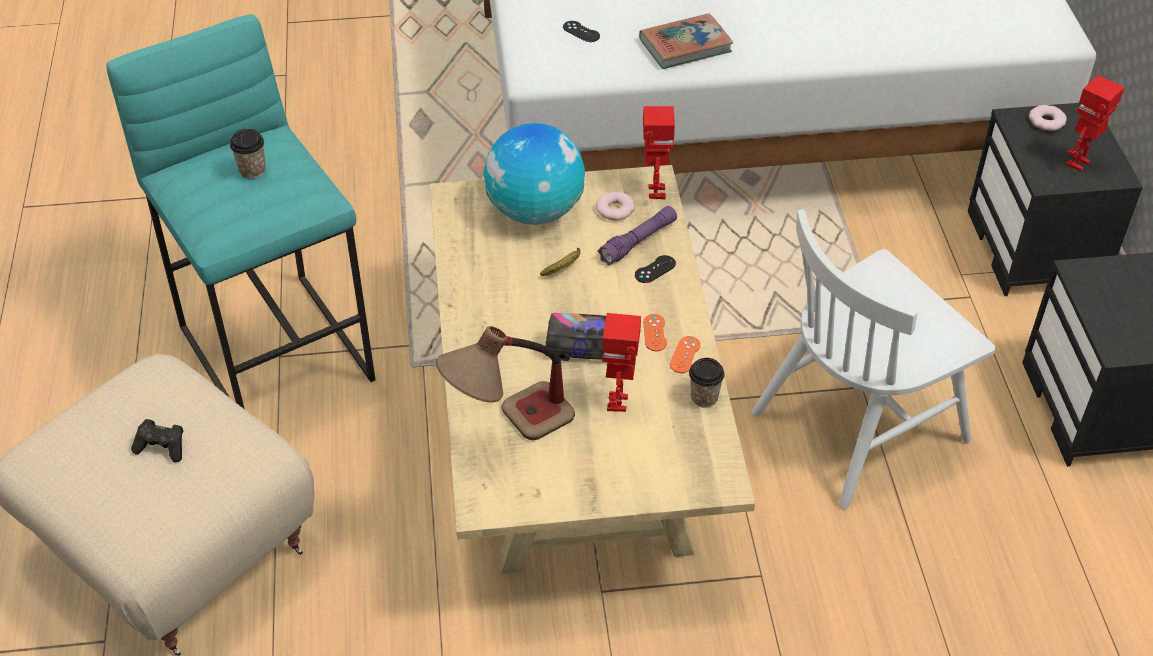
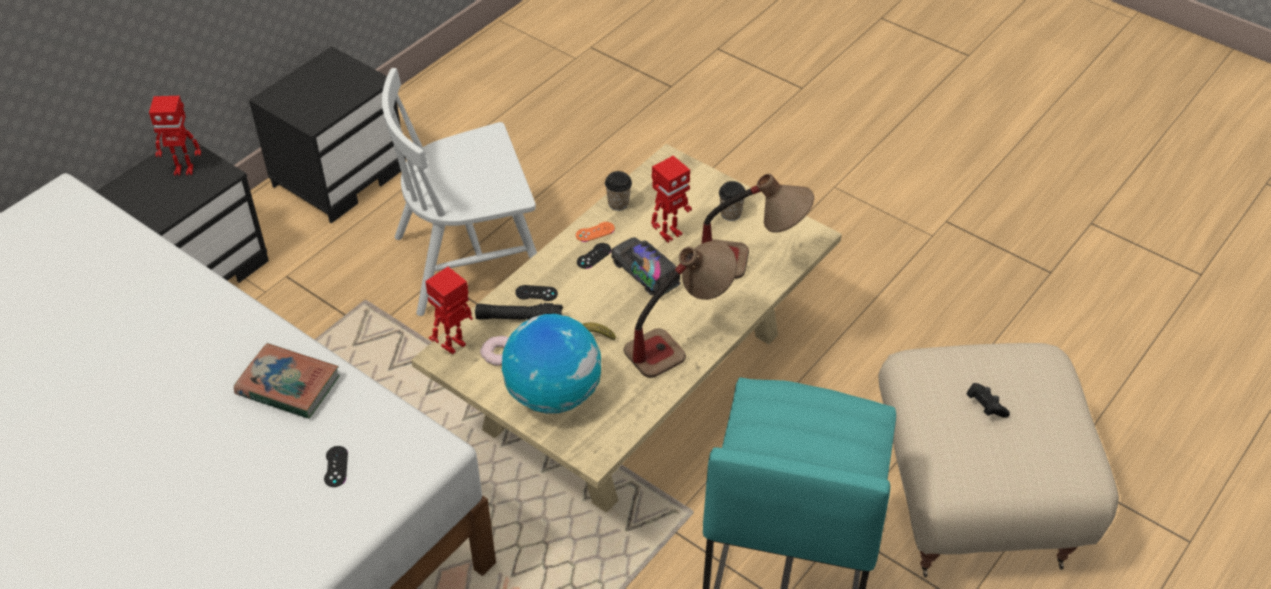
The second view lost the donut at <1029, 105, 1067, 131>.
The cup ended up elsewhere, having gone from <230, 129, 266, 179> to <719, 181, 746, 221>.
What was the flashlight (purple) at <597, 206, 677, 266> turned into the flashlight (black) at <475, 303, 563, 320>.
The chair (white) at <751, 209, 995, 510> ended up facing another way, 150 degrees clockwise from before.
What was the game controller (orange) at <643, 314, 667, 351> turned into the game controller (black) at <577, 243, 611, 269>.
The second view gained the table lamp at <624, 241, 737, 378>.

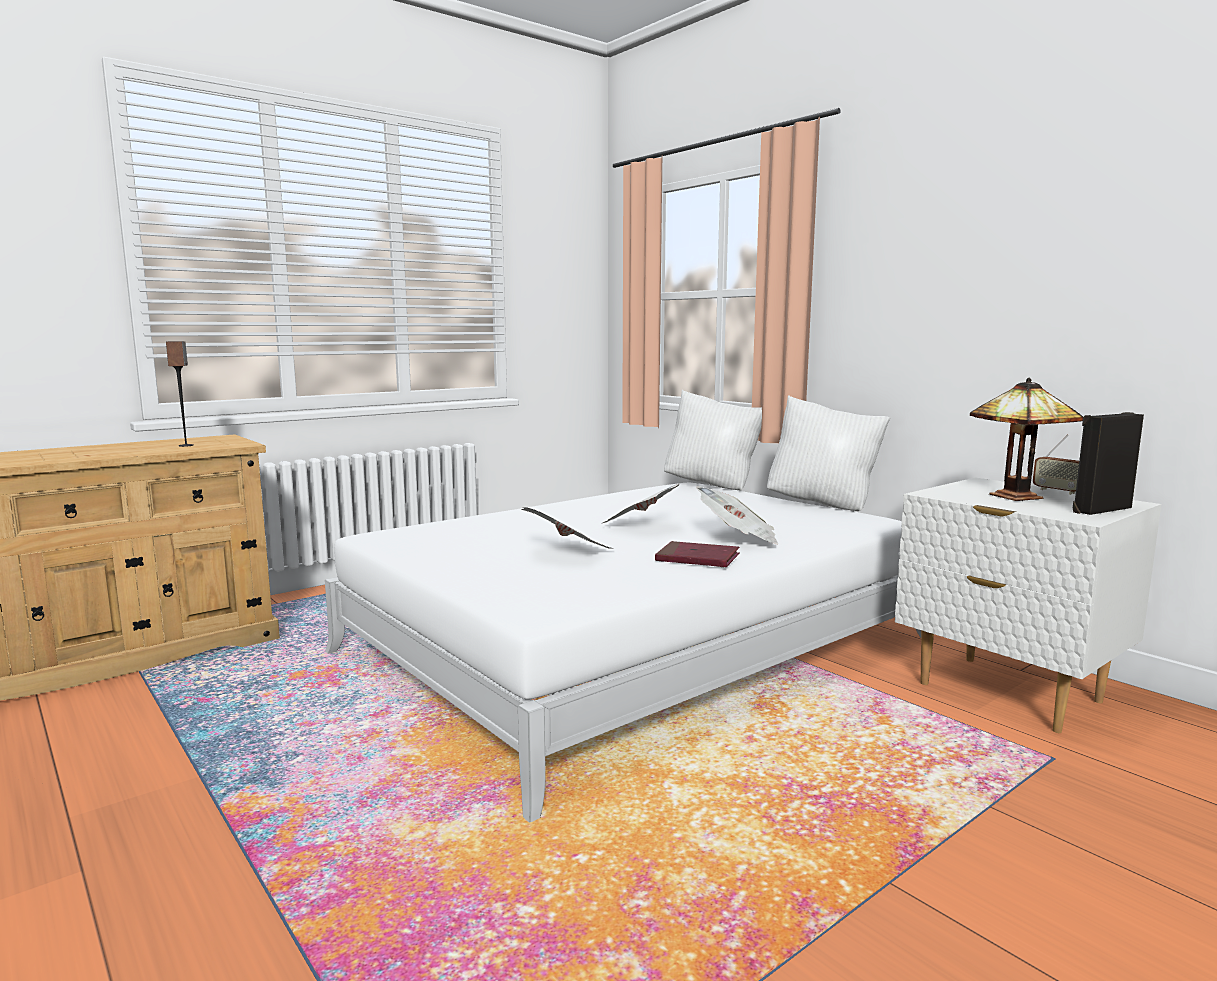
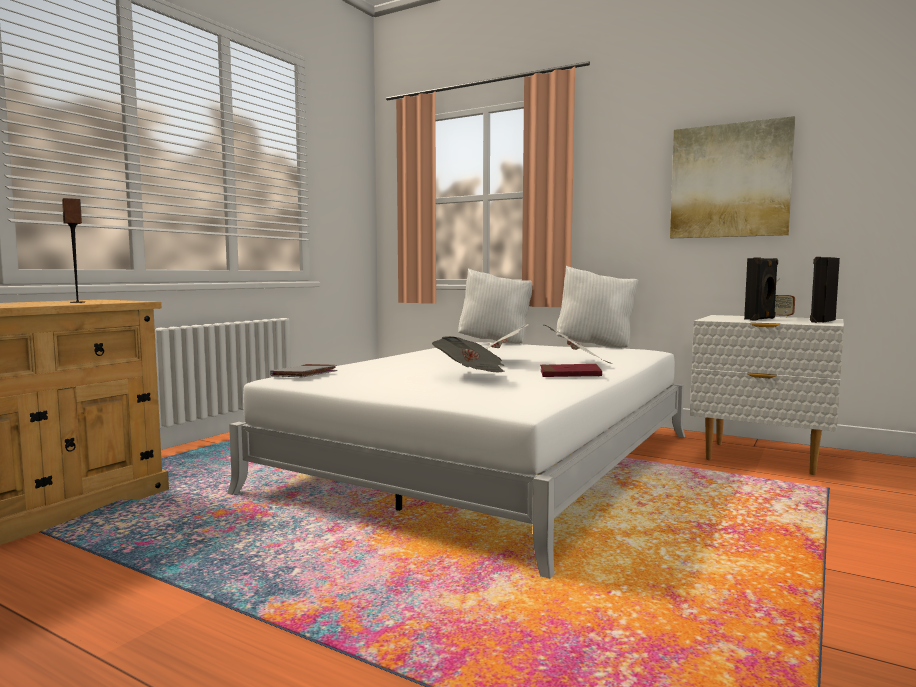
Where the table lamp stood at <970, 378, 1083, 501>, the speaker (black) came to stand at <744, 258, 778, 321>.
The second view gained the picture at <670, 116, 795, 238>.
The second view gained the book (grey) at <270, 364, 337, 377>.

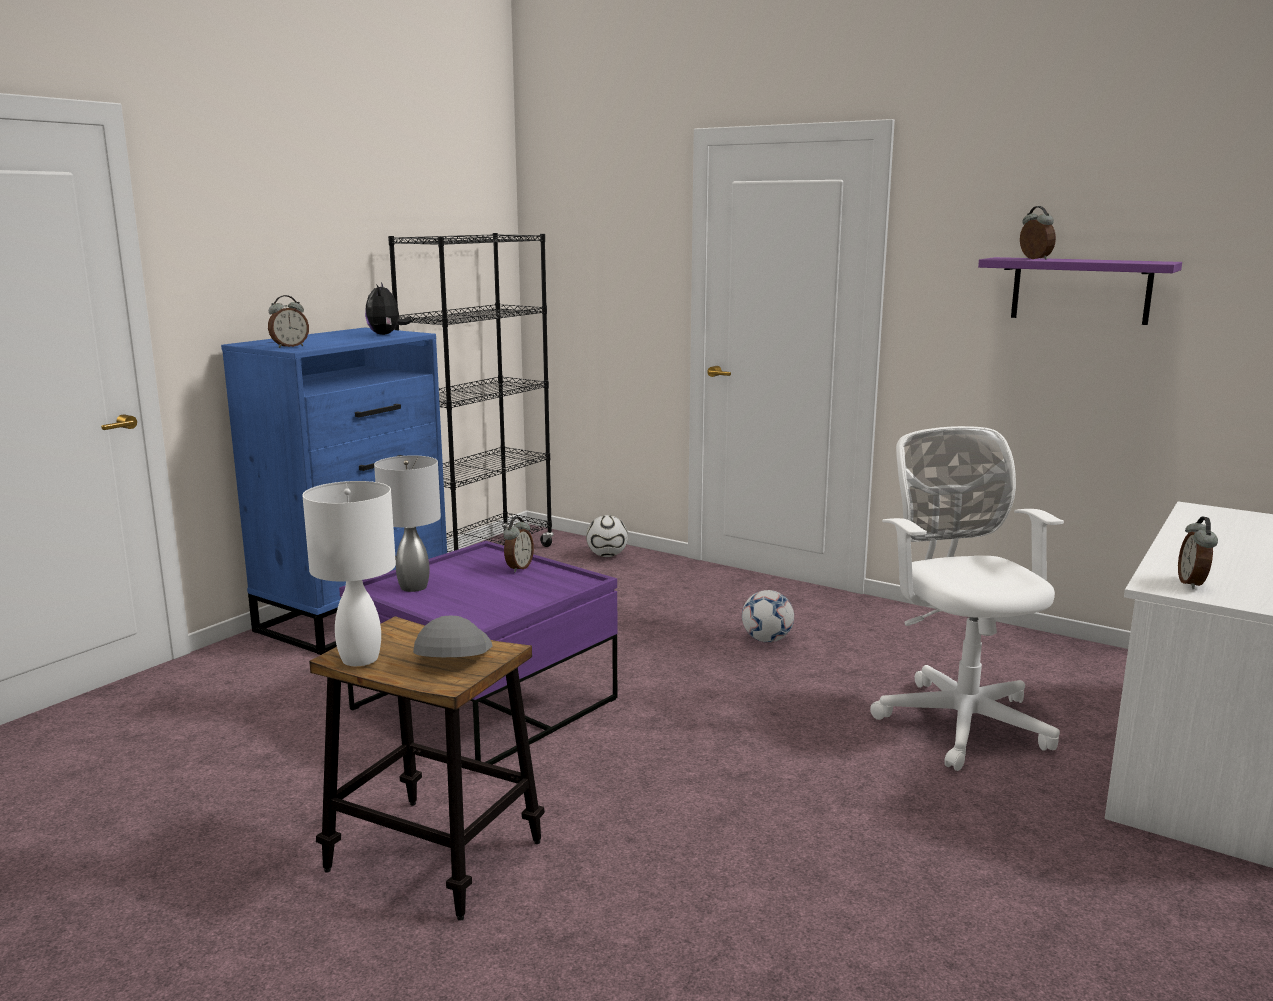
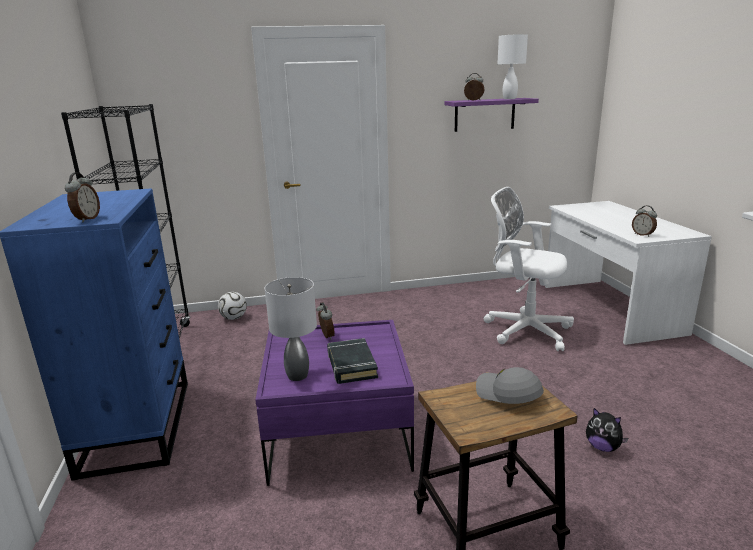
The plush toy ended up elsewhere, having gone from <365, 282, 412, 335> to <586, 408, 628, 452>.
The table lamp (white) ended up elsewhere, having gone from <302, 481, 396, 666> to <497, 34, 528, 99>.
The second view lost the football at <742, 590, 794, 642>.
The second view gained the book (black) at <327, 338, 378, 384>.

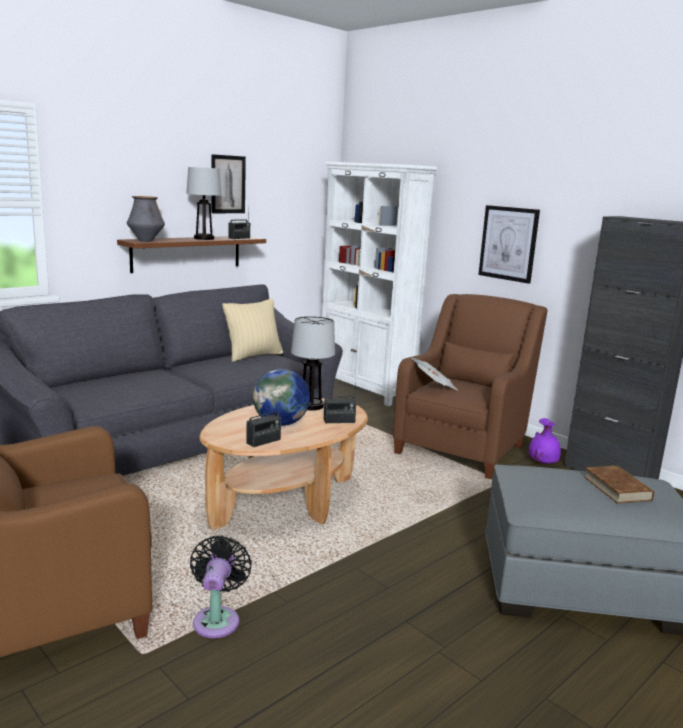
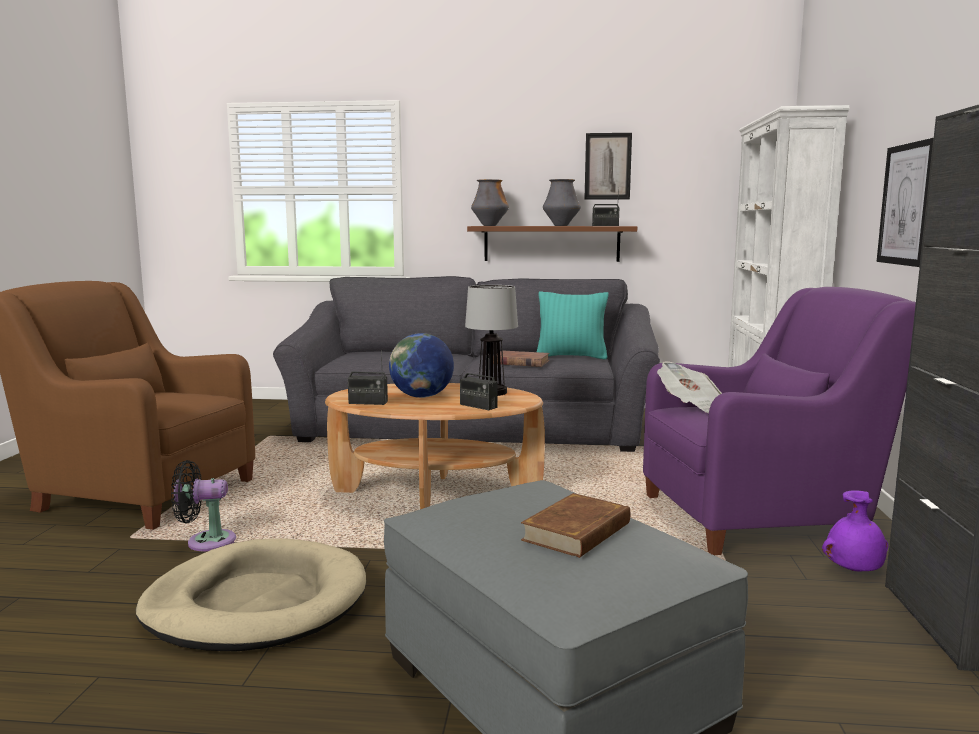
Where the table lamp stood at <186, 167, 221, 240>, the vase came to stand at <543, 179, 581, 226>.
What was the armchair (brown) at <393, 294, 547, 479> turned into the armchair (purple) at <643, 287, 916, 555>.
What was the pillow (beige) at <223, 299, 283, 362> turned into the pillow (turquoise) at <537, 291, 609, 359>.
The fan (black) at <190, 536, 252, 638> ended up facing another way, 150 degrees counterclockwise from before.
The second view gained the book (brown) at <493, 351, 549, 367>.
The second view gained the dog bed (beige) at <135, 538, 366, 651>.

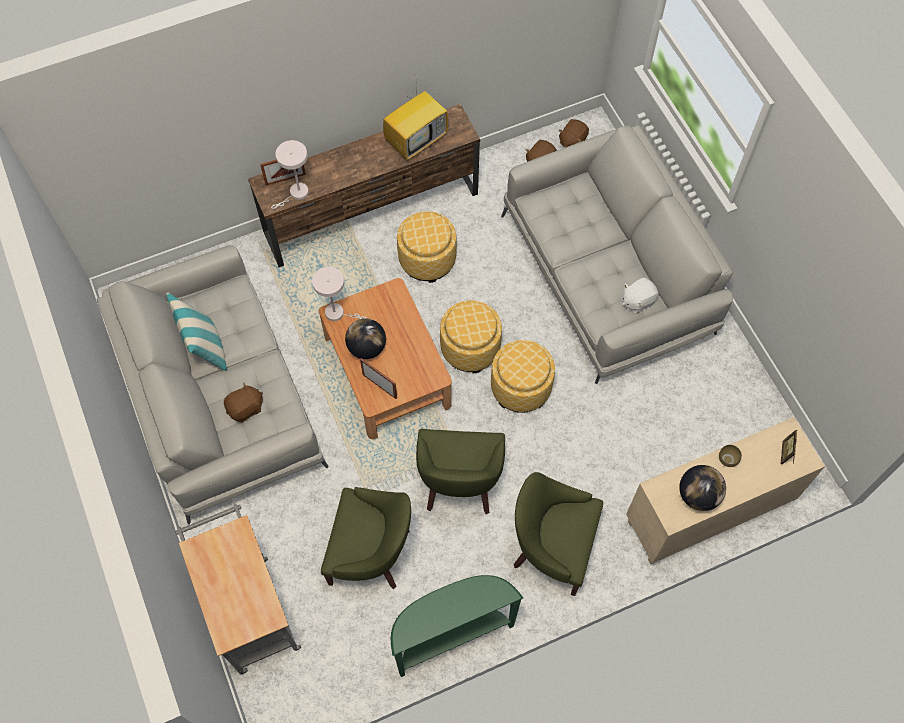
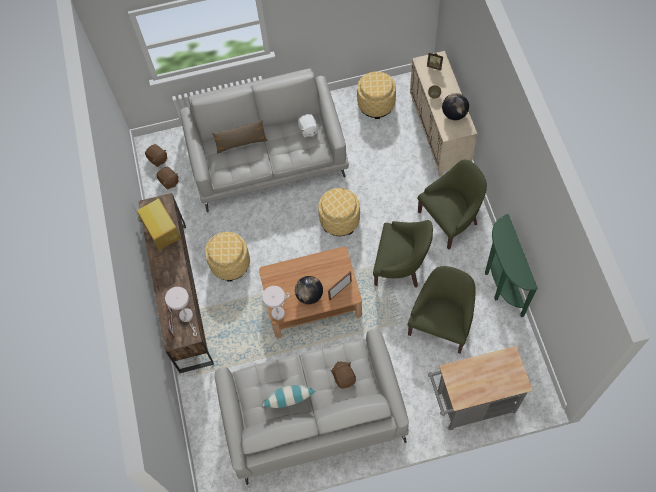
The ottoman ended up elsewhere, having gone from <440, 300, 502, 373> to <357, 72, 396, 119>.
The armchair (green) at <514, 472, 603, 596> ended up facing another way, 150 degrees counterclockwise from before.
The second view gained the pillow (brown) at <212, 120, 268, 154>.

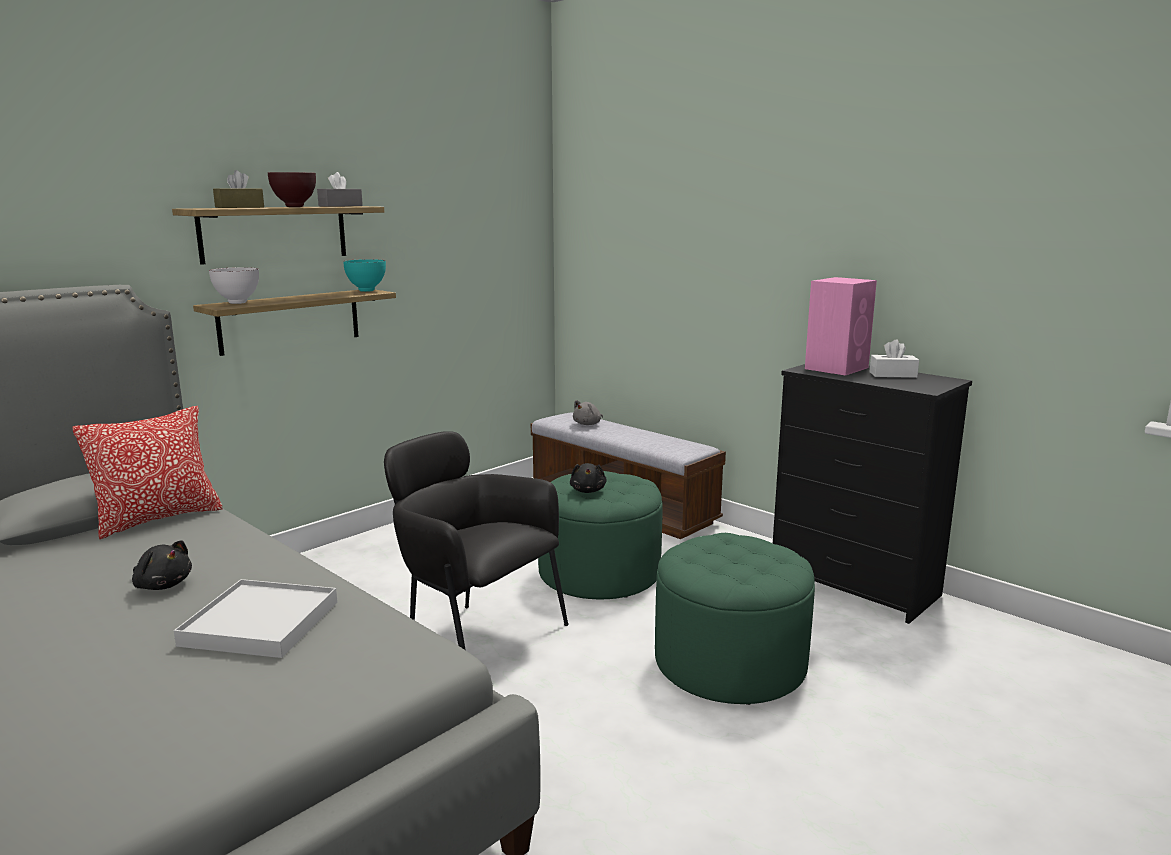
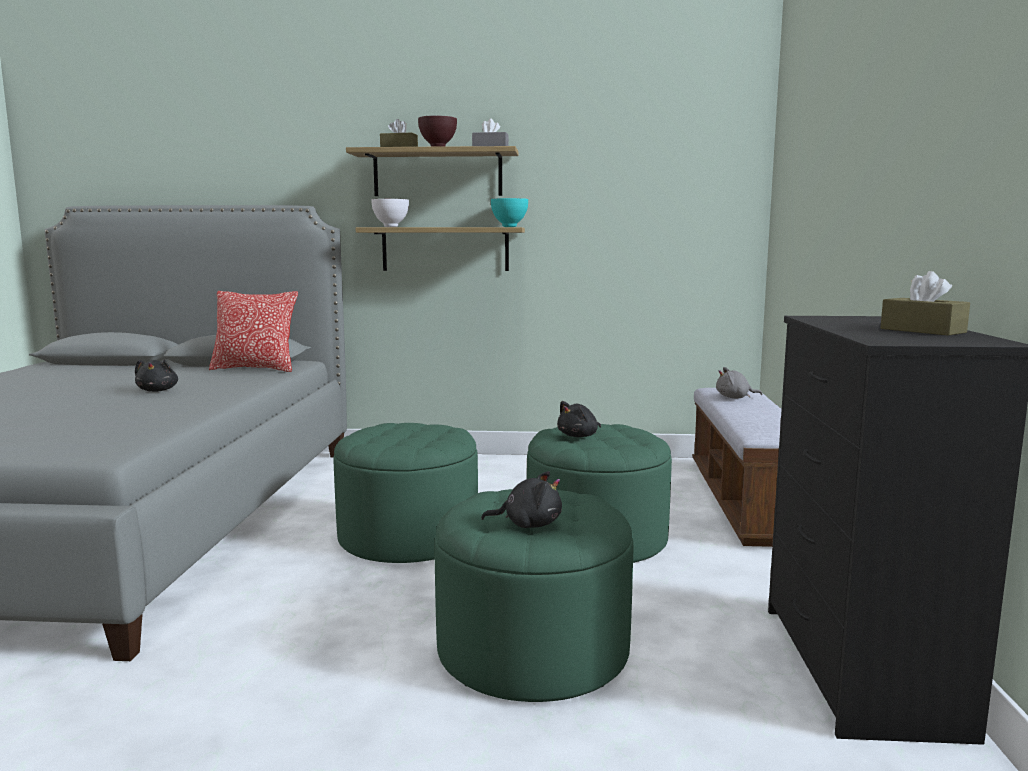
The second view lost the speaker (pink) at <805, 277, 877, 375>.
What was the tissue box (white) at <869, 339, 919, 378> turned into the tissue box (brown) at <880, 271, 970, 336>.
Where the armchair (black) stood at <384, 431, 569, 650>, the ottoman (green) came to stand at <334, 423, 478, 563>.
The second view lost the tray (white) at <174, 579, 337, 658>.
The second view gained the plush toy (black) at <481, 471, 562, 528>.

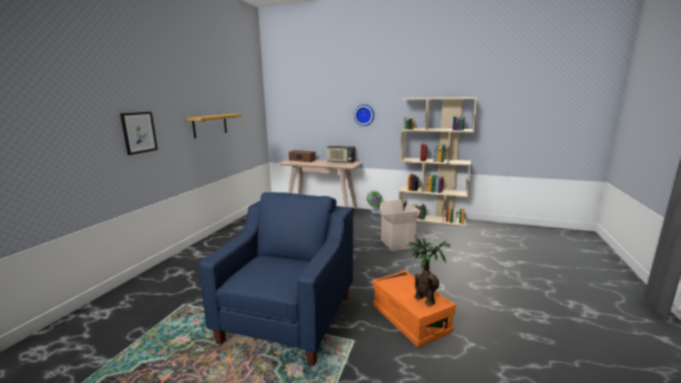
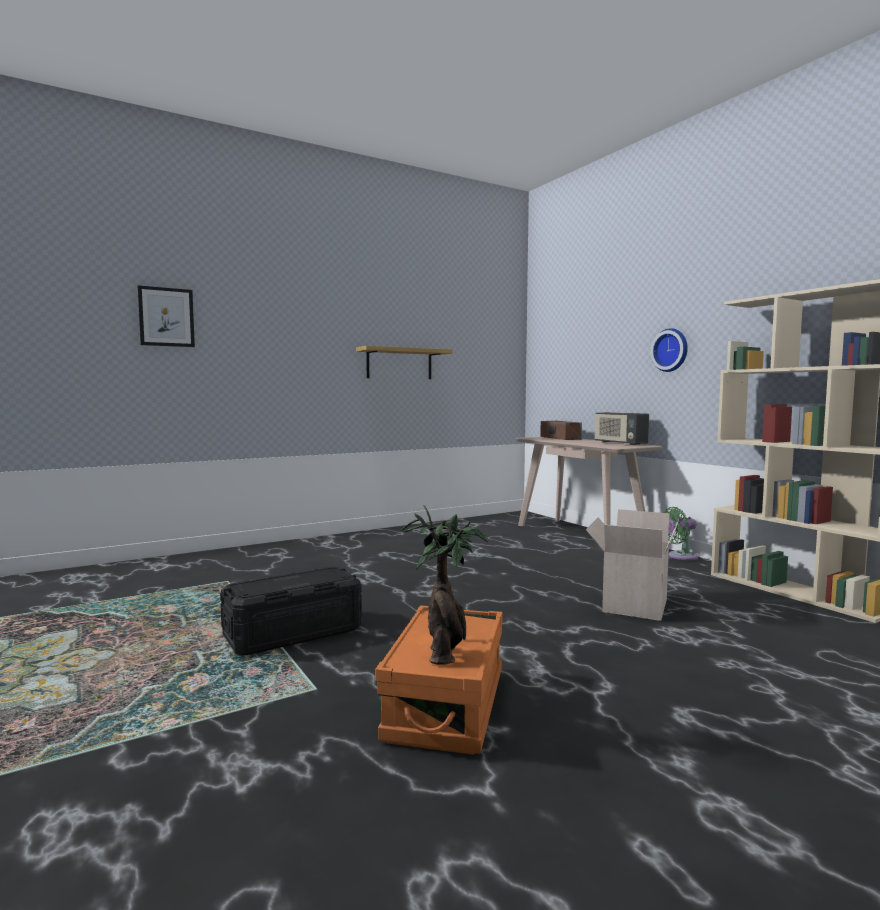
The picture ended up elsewhere, having gone from <120, 112, 158, 155> to <138, 285, 195, 347>.
Where the armchair (blue) stood at <199, 192, 353, 366>, the storage box (black) came to stand at <220, 567, 362, 655>.

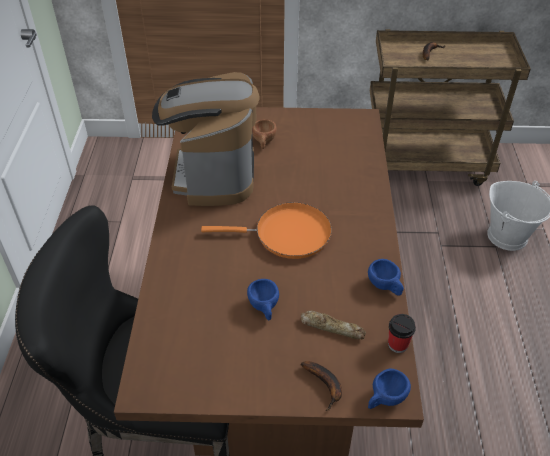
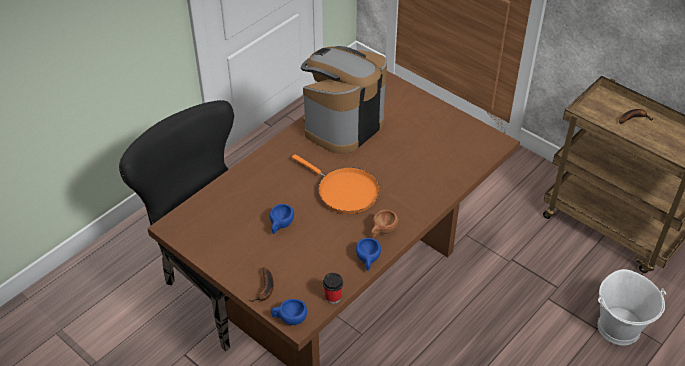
The cup (brown) ended up elsewhere, having gone from <252, 119, 277, 149> to <371, 210, 398, 237>.
The second view lost the bread at <301, 310, 366, 340>.

